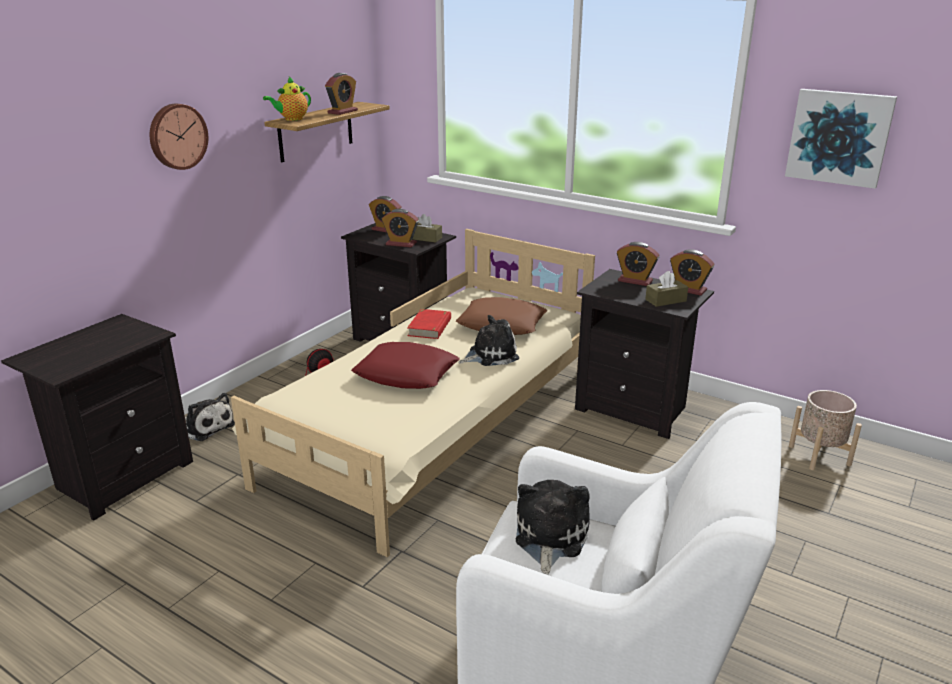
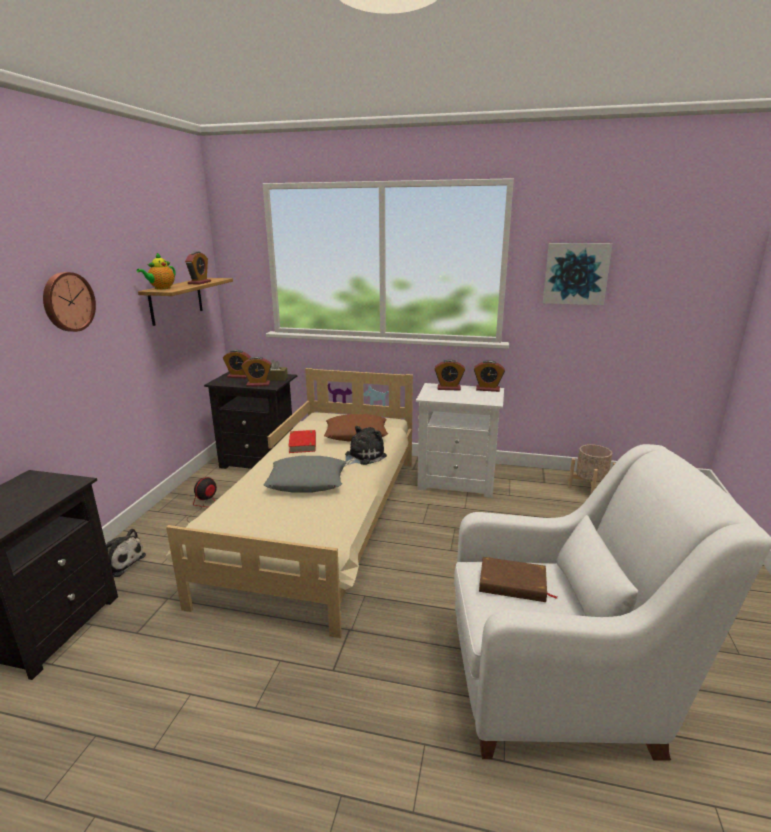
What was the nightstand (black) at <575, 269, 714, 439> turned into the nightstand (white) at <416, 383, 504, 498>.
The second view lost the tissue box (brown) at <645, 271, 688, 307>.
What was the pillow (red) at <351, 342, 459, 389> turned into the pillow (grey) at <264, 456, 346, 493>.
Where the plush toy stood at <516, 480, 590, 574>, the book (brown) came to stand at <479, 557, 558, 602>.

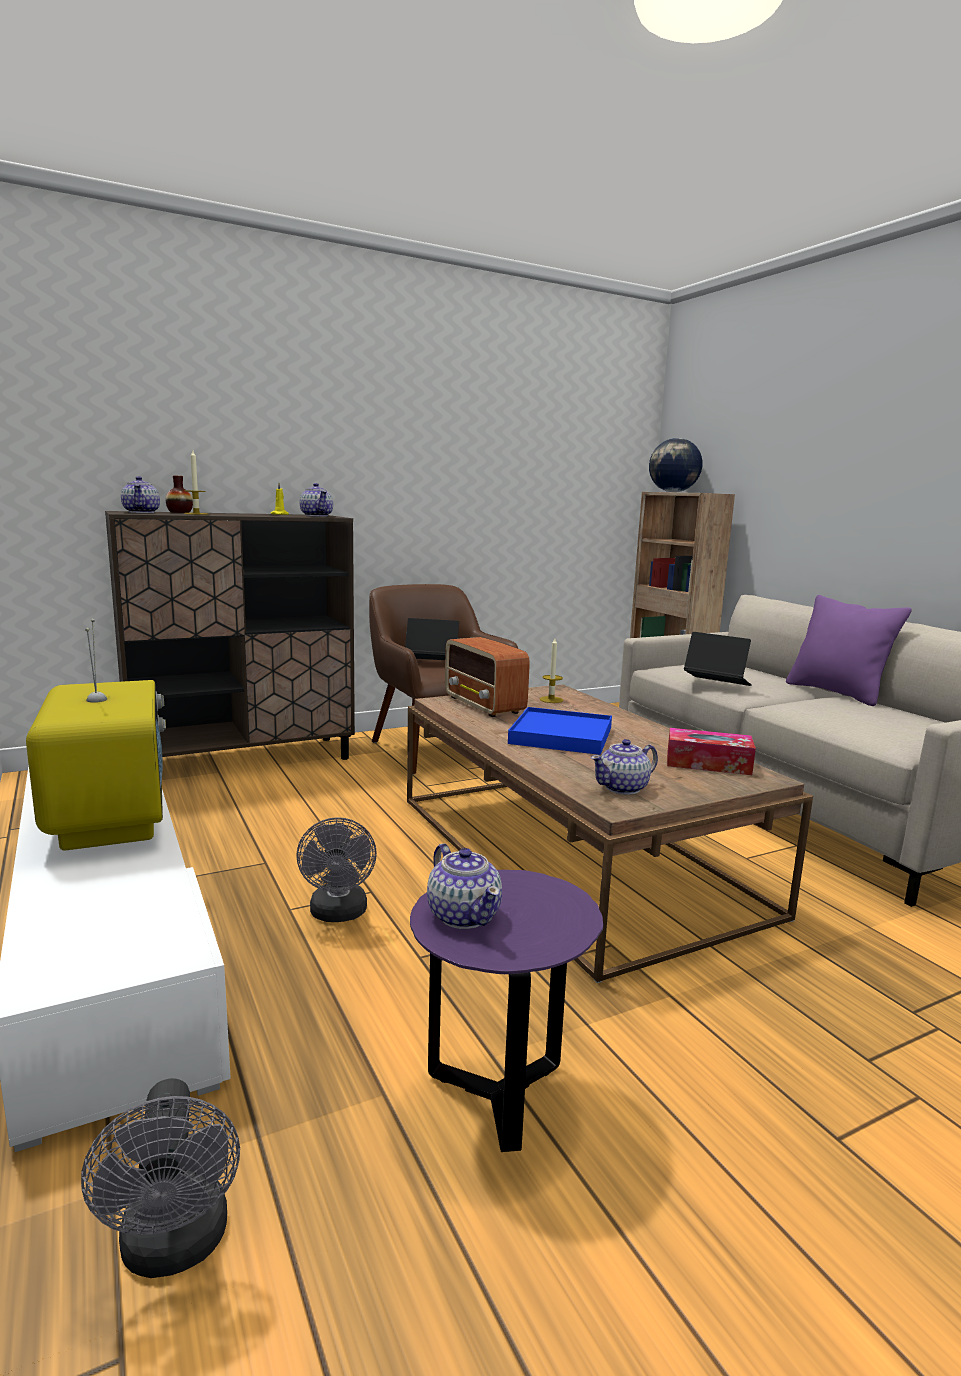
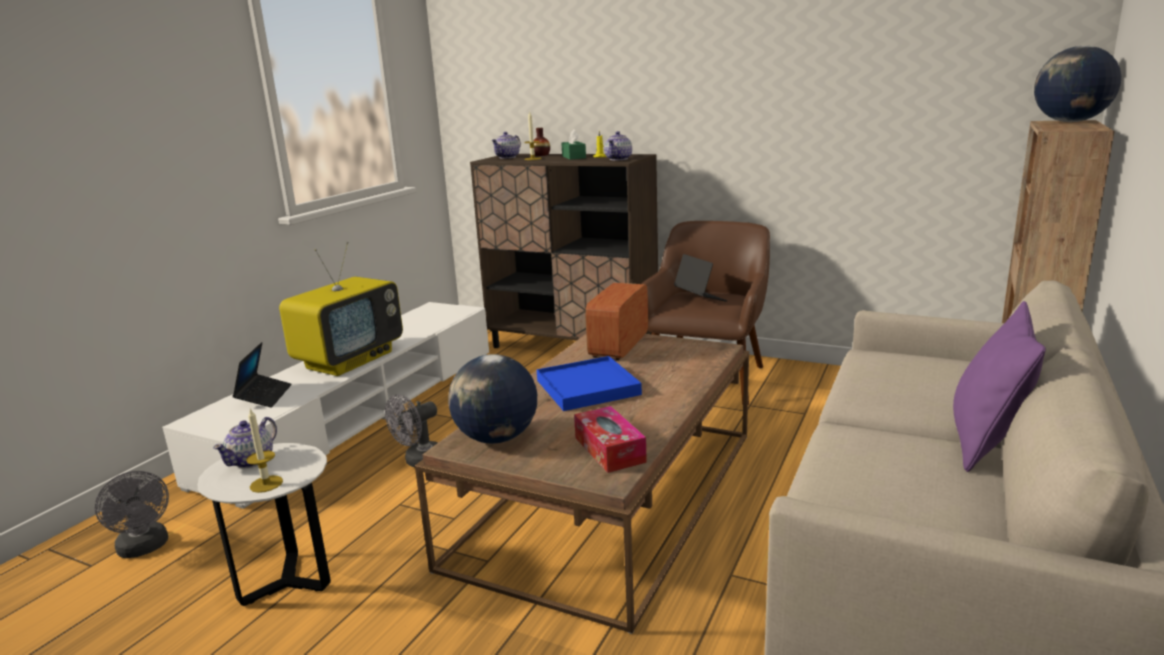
The laptop ended up elsewhere, having gone from <684, 632, 752, 686> to <232, 342, 292, 408>.
The candle ended up elsewhere, having gone from <540, 638, 563, 703> to <246, 409, 283, 493>.
Where the teapot stood at <591, 739, 658, 795>, the globe came to stand at <448, 354, 537, 443>.
What was the side table (purple) at <410, 870, 603, 1152> turned into the side table (white) at <198, 443, 331, 606>.
The fan (grey) at <81, 1078, 240, 1278> ended up facing another way, 75 degrees counterclockwise from before.
The second view gained the tissue box (green) at <561, 129, 586, 160>.

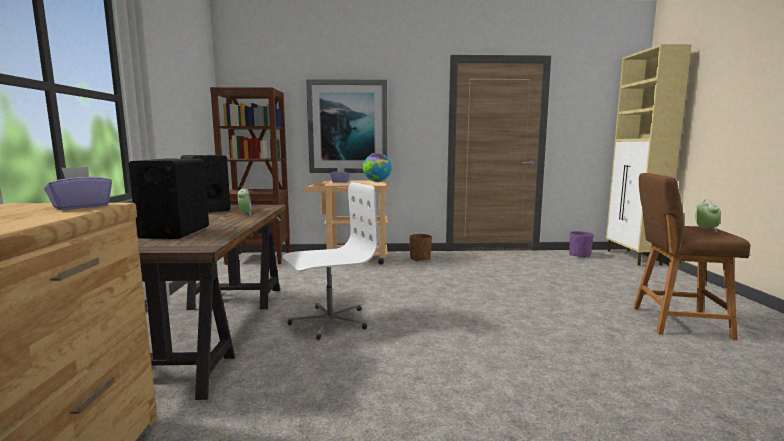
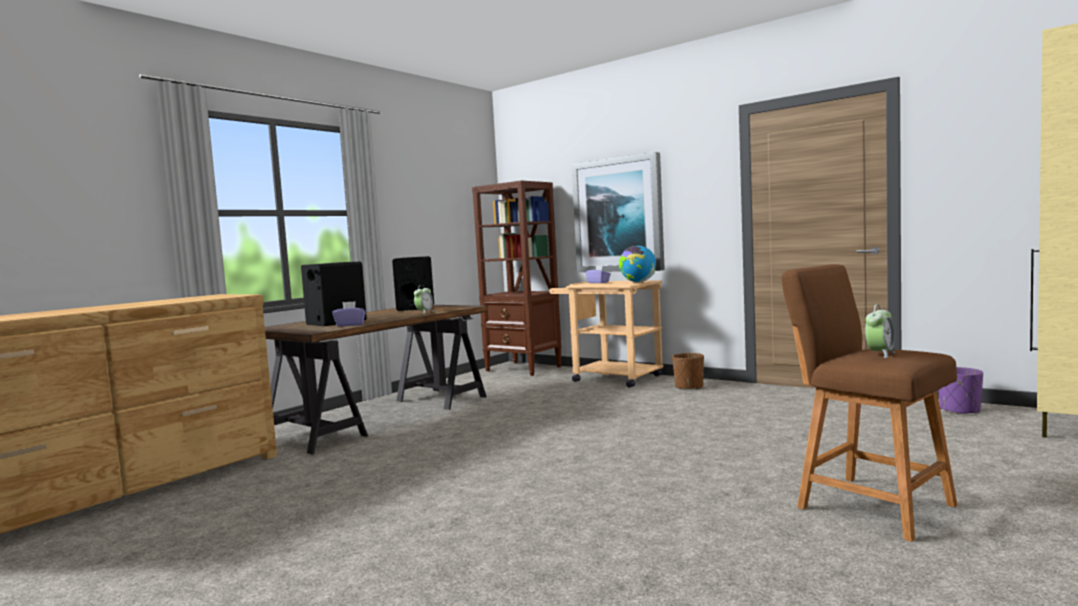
The tissue box (purple) ended up elsewhere, having gone from <44, 167, 112, 210> to <332, 301, 366, 327>.
The second view lost the office chair (white) at <282, 182, 378, 340>.

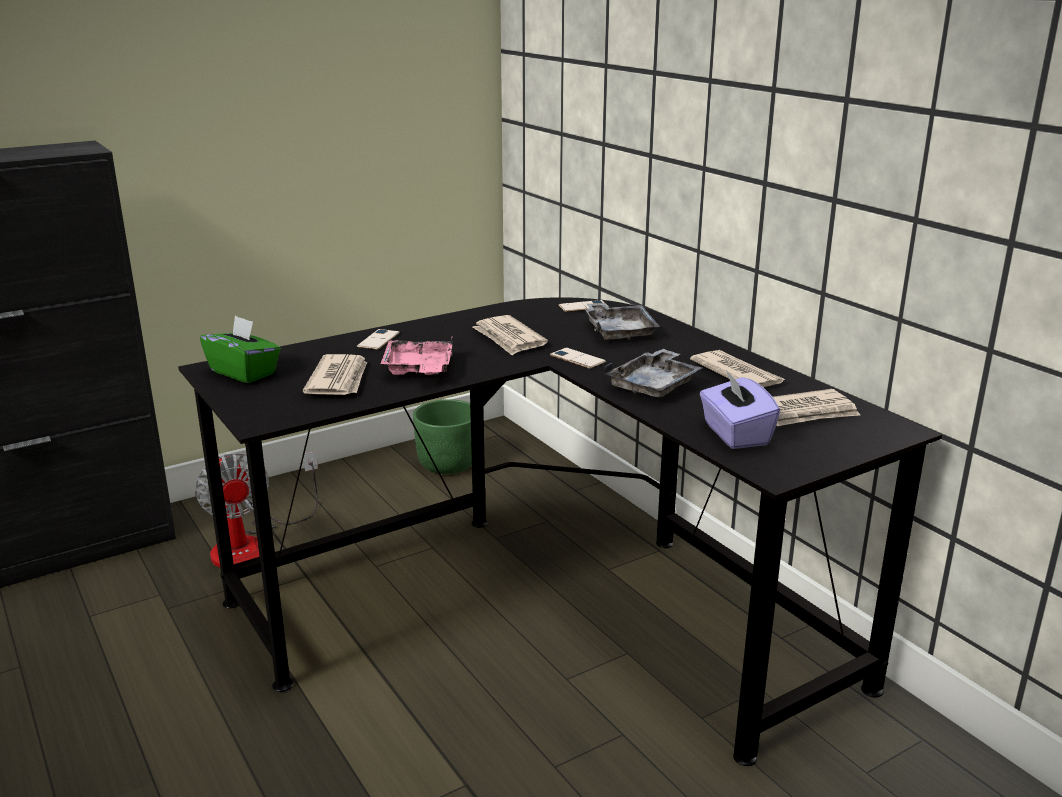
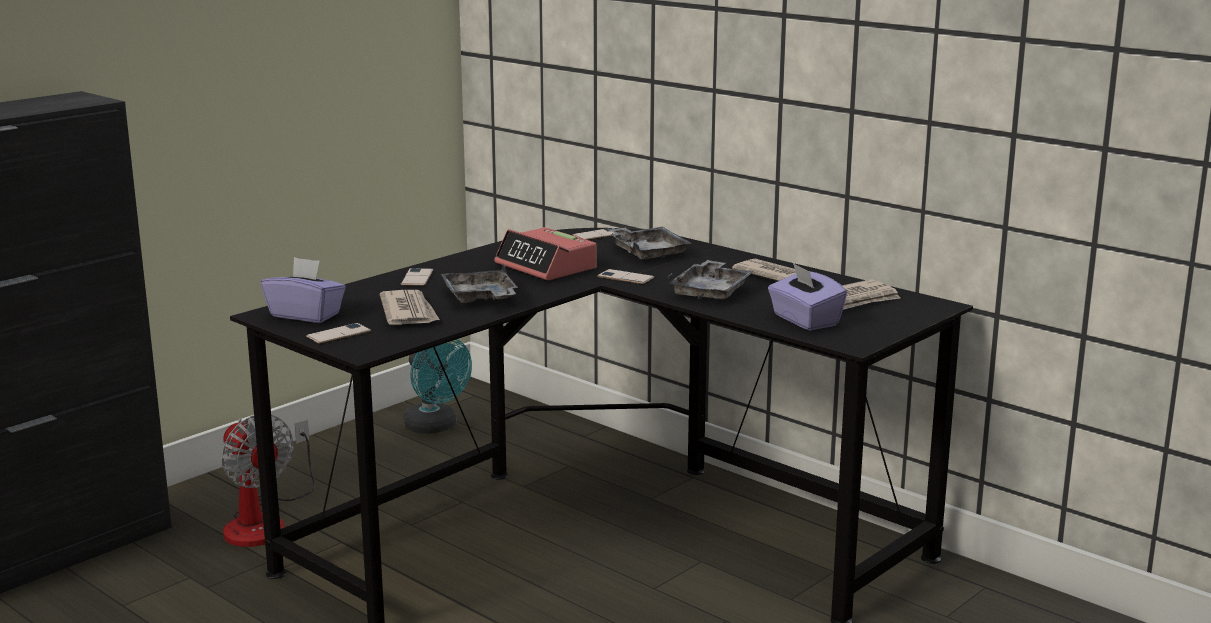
What was the tissue box (green) at <200, 315, 281, 383> turned into the tissue box (purple) at <261, 257, 346, 323>.
Where the newspaper stood at <472, 315, 548, 355>, the alarm clock came to stand at <494, 227, 596, 281>.
What was the tray (pink) at <381, 335, 453, 375> turned into the tray (grey) at <441, 264, 518, 303>.
Where the planter (green) stood at <413, 399, 472, 474>, the fan (turquoise) came to stand at <404, 339, 472, 434>.
The second view gained the phone at <306, 323, 371, 344>.

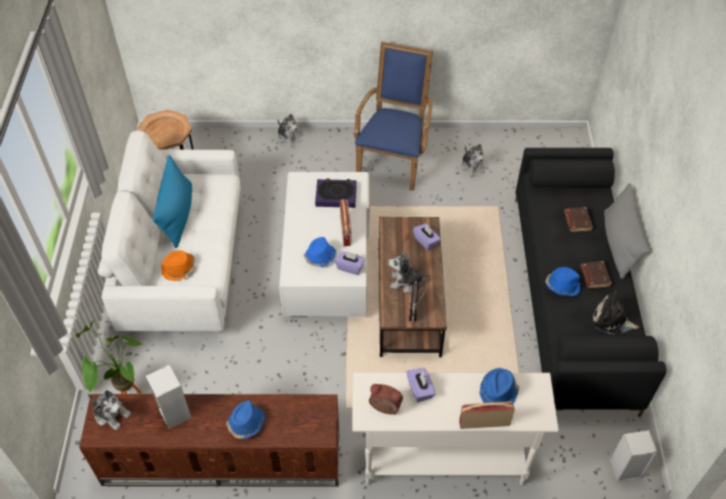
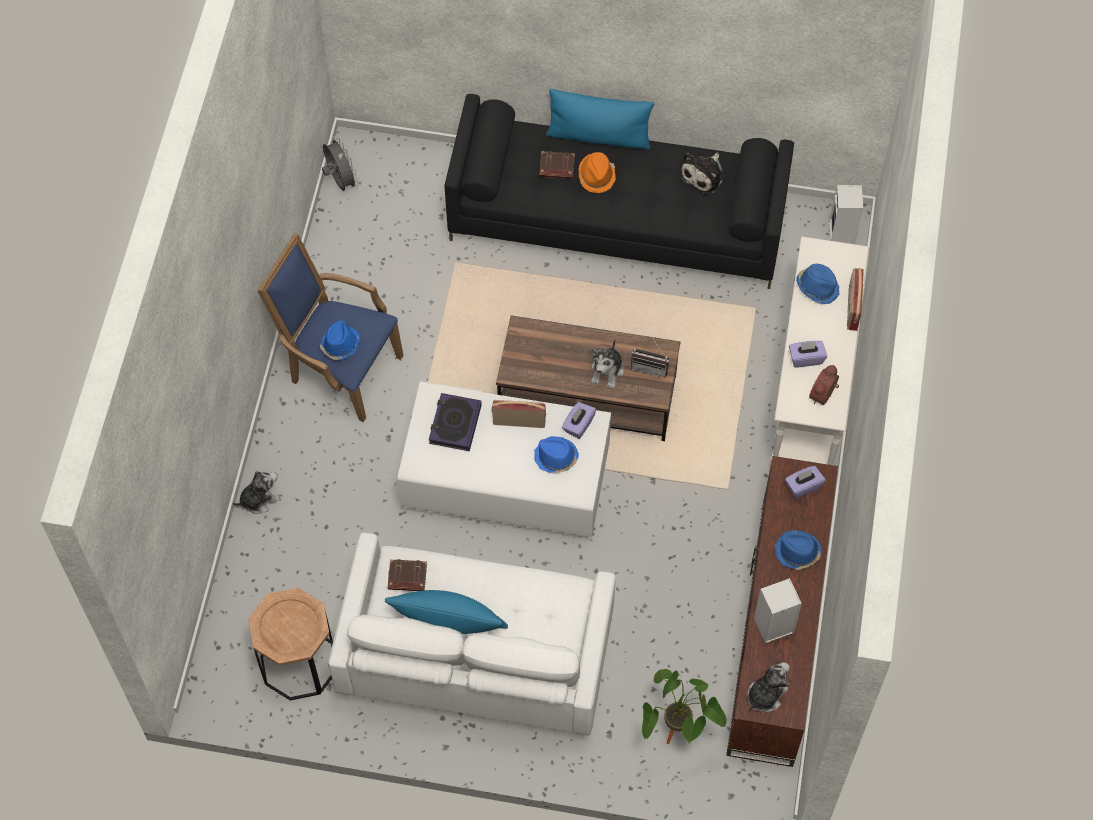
The second view lost the plush toy at <461, 144, 485, 177>.
What was the pillow (grey) at <604, 183, 650, 279> turned into the pillow (blue) at <546, 89, 654, 150>.
The tissue box (purple) ended up elsewhere, having gone from <413, 224, 441, 250> to <785, 466, 826, 499>.
The hat (orange) ended up elsewhere, having gone from <161, 250, 196, 281> to <579, 152, 616, 193>.
The book (brown) ended up elsewhere, having gone from <580, 261, 612, 288> to <388, 559, 427, 591>.
The hat (blue) ended up elsewhere, having gone from <546, 267, 580, 296> to <320, 320, 360, 360>.
The second view gained the fan (grey) at <322, 136, 359, 191>.

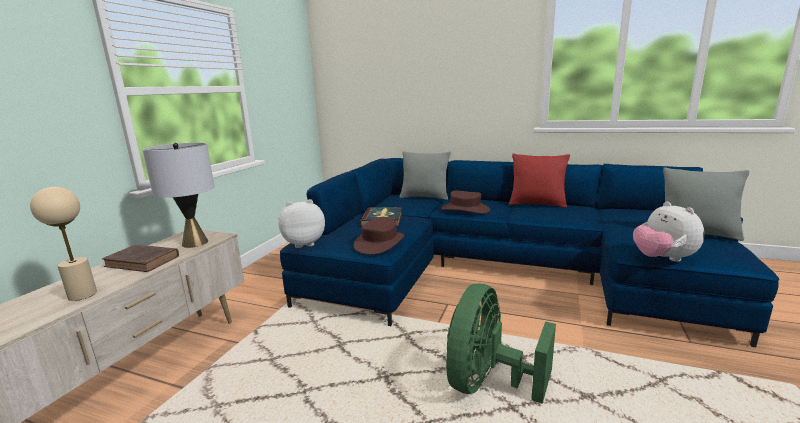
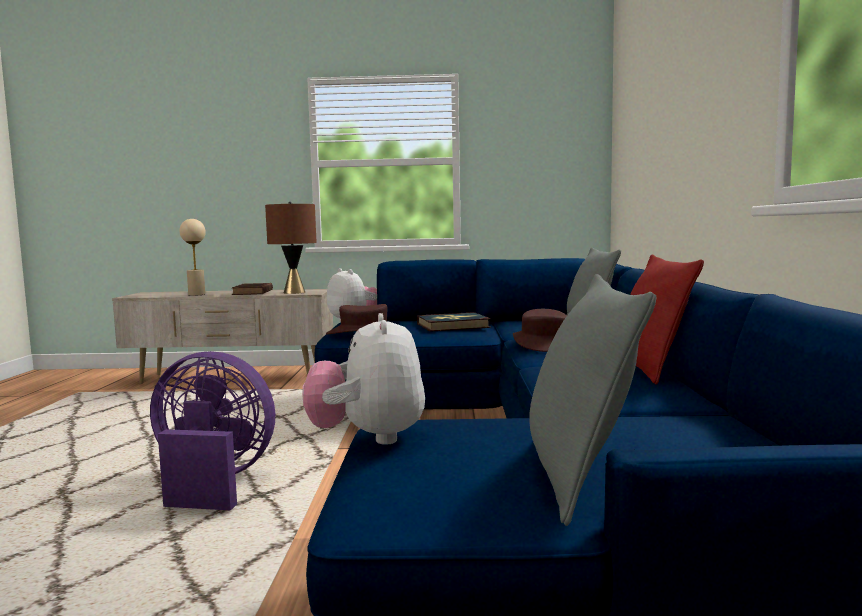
What was the table lamp (grey) at <142, 143, 215, 248> turned into the table lamp (brown) at <265, 202, 317, 294>.
The plush toy at <633, 202, 704, 262> ended up facing another way, 60 degrees counterclockwise from before.
What was the fan (green) at <446, 284, 556, 404> turned into the fan (purple) at <150, 351, 275, 511>.

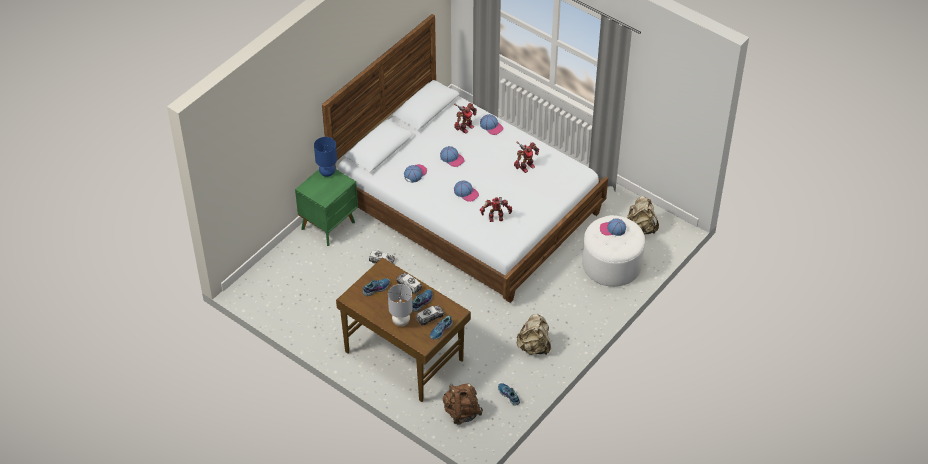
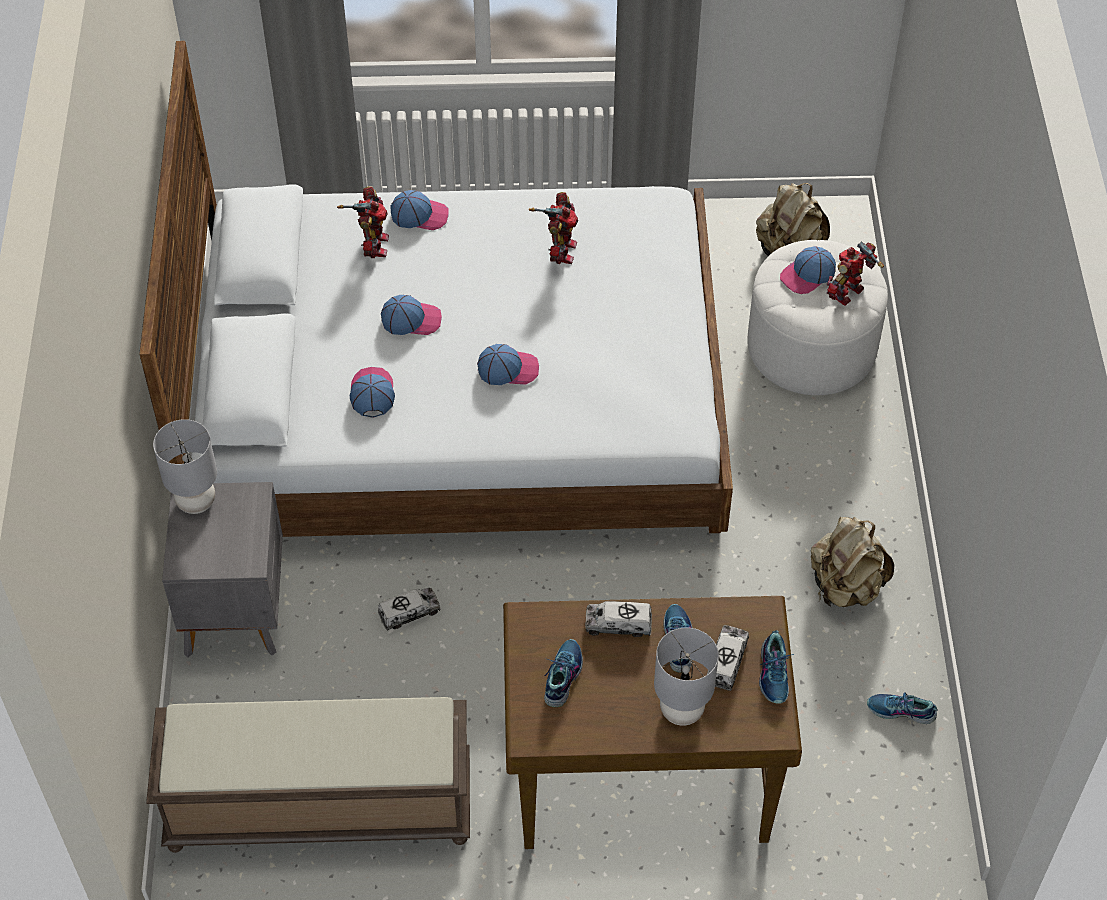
What was the table lamp (blue) at <314, 137, 337, 177> turned into the table lamp (grey) at <153, 419, 217, 514>.
What was the nightstand (green) at <295, 169, 358, 246> turned into the nightstand (grey) at <162, 482, 283, 658>.
The toy robot ended up elsewhere, having gone from <480, 197, 512, 222> to <827, 241, 884, 306>.
The second view lost the backpack (brown) at <443, 383, 483, 425>.
The second view gained the bench (brown) at <146, 697, 470, 853>.

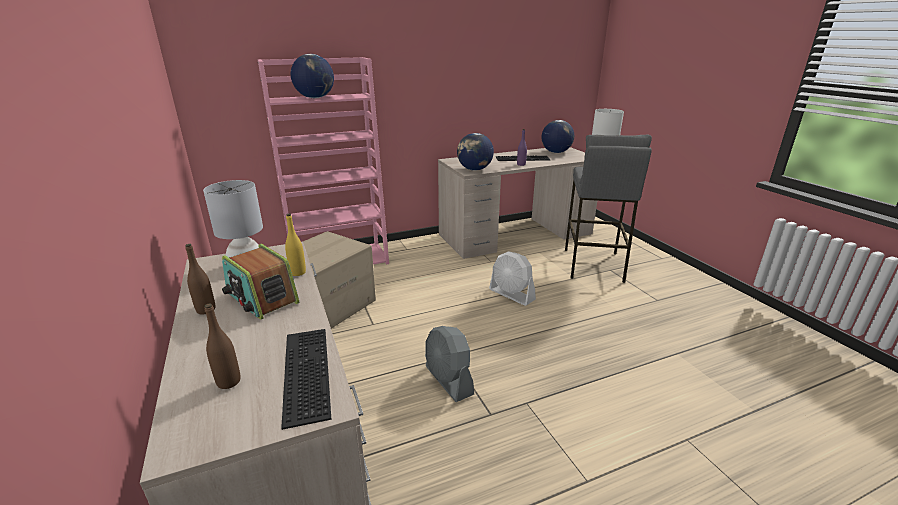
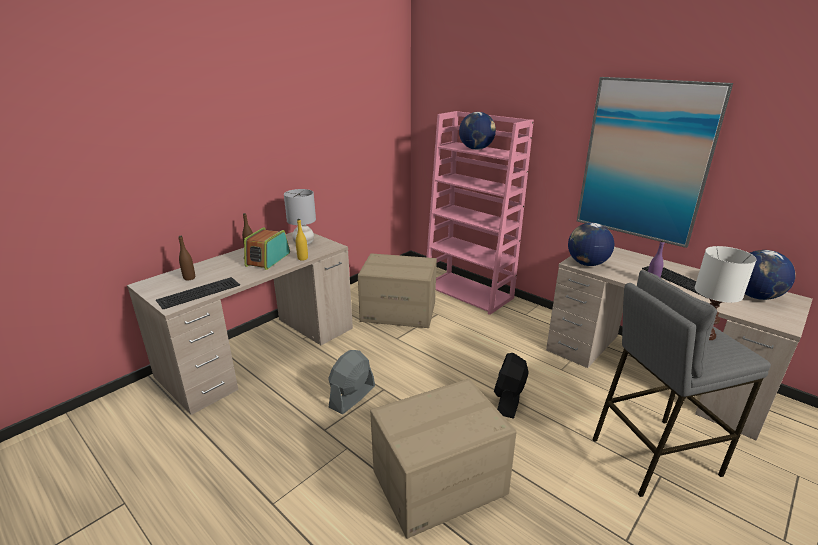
What was the fan (white) at <489, 251, 536, 306> turned into the fan (black) at <494, 353, 529, 419>.
The second view gained the picture at <577, 77, 733, 248>.
The second view gained the cardboard box at <370, 379, 517, 539>.

